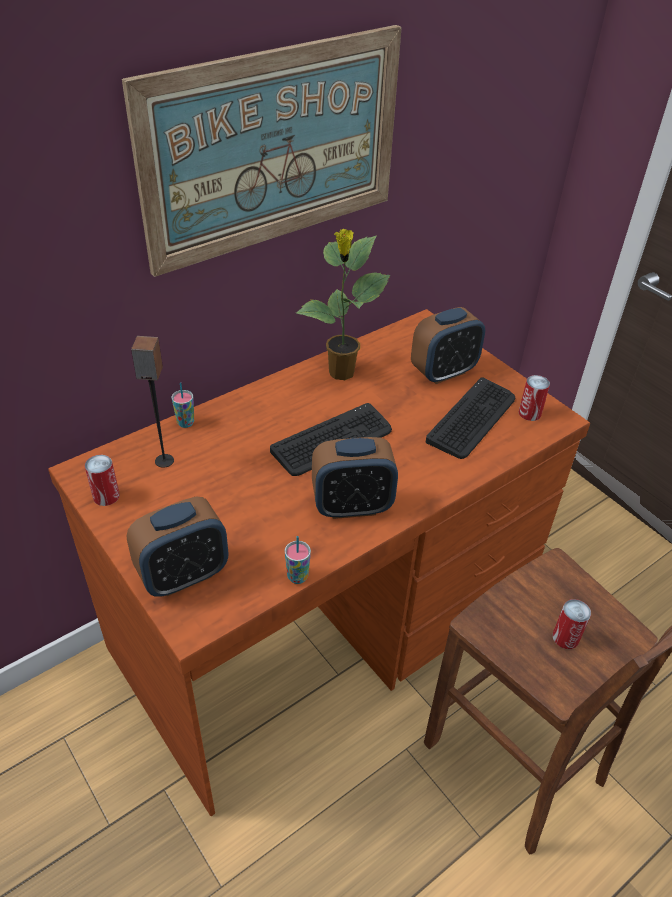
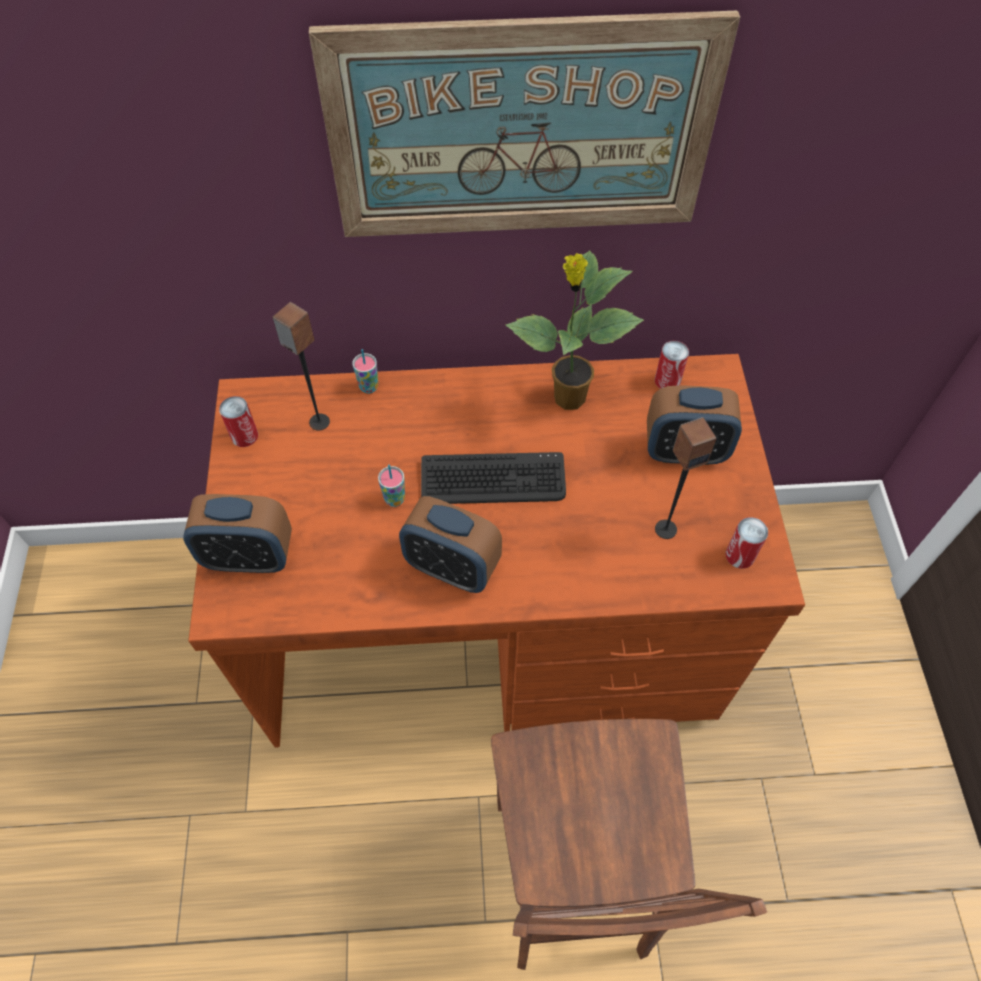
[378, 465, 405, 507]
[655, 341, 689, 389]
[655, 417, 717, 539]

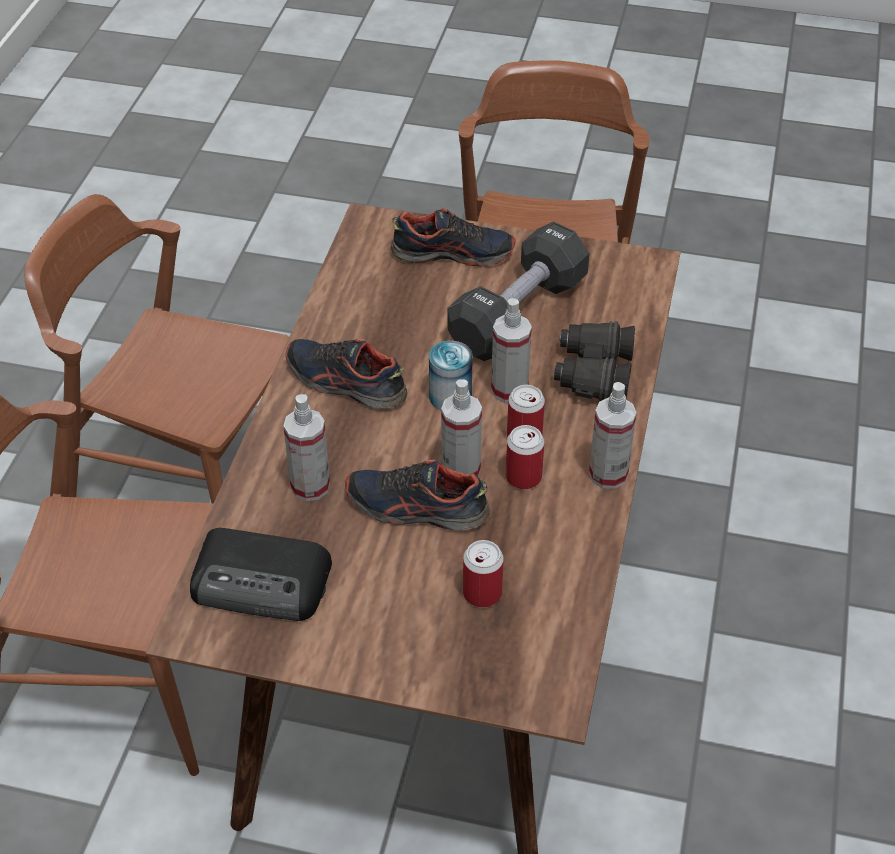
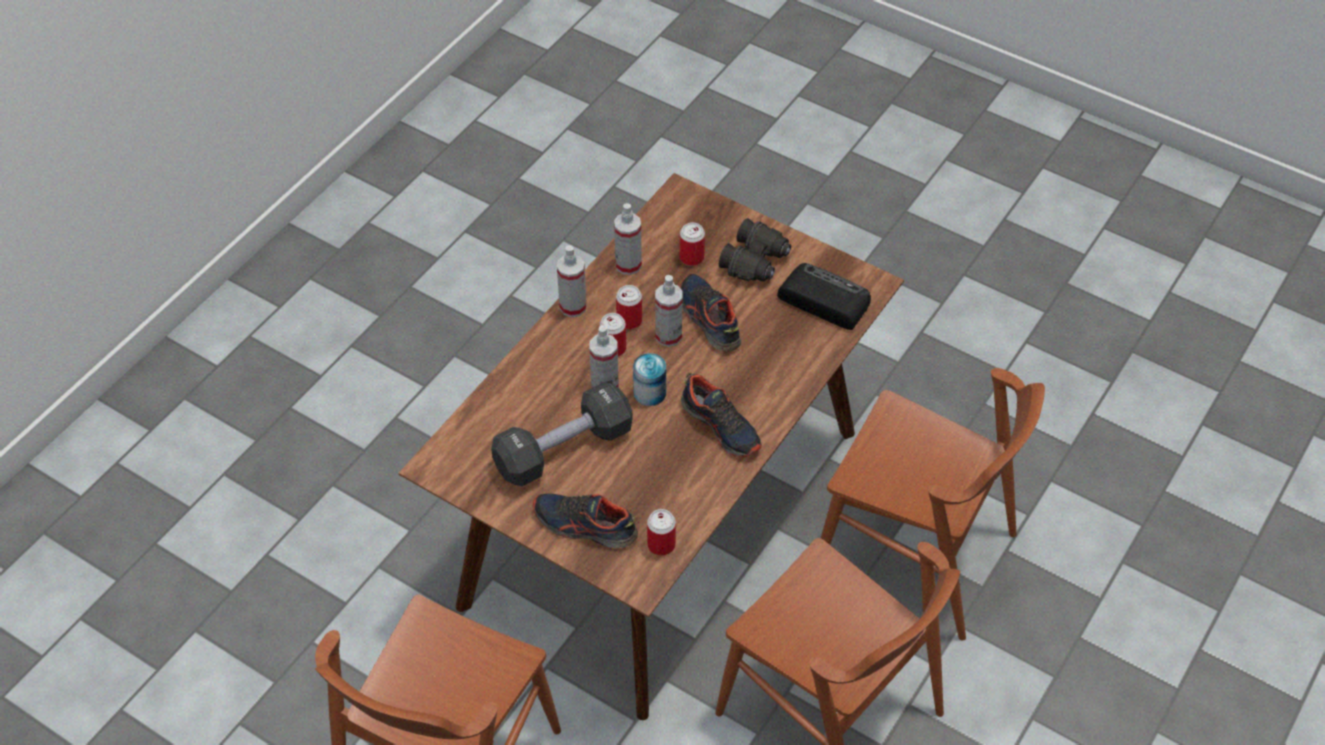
[614, 203, 642, 275]
[647, 509, 676, 556]
[680, 274, 741, 351]
[719, 218, 791, 282]

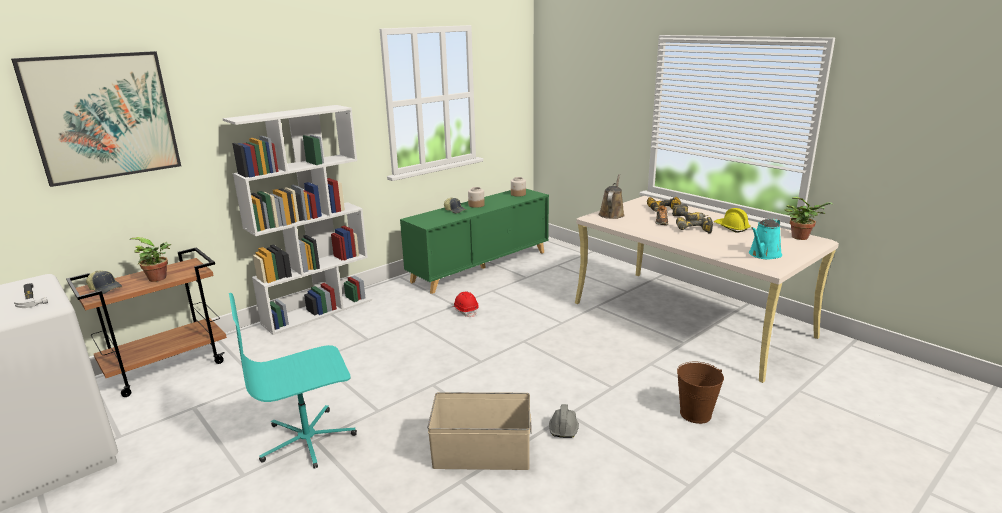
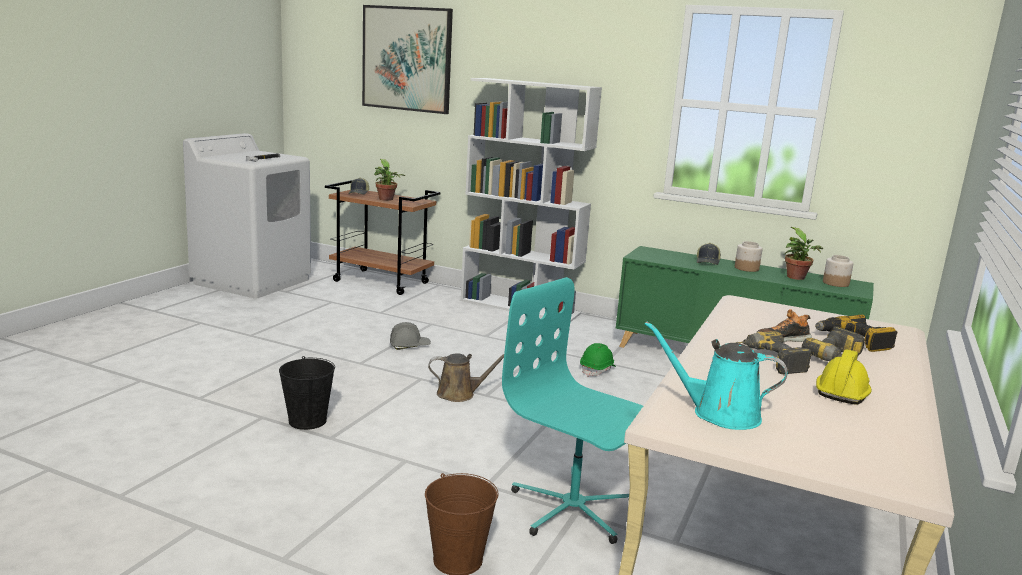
[279, 356, 335, 430]
[390, 322, 431, 350]
[428, 354, 504, 402]
[502, 277, 643, 544]
[580, 343, 616, 377]
[785, 227, 823, 280]

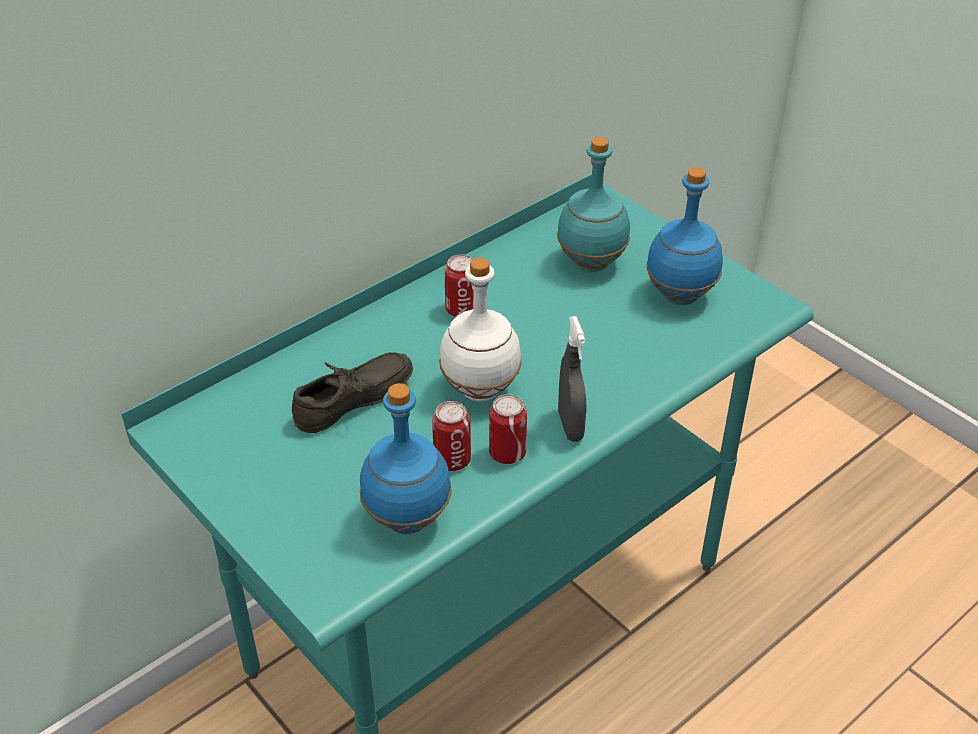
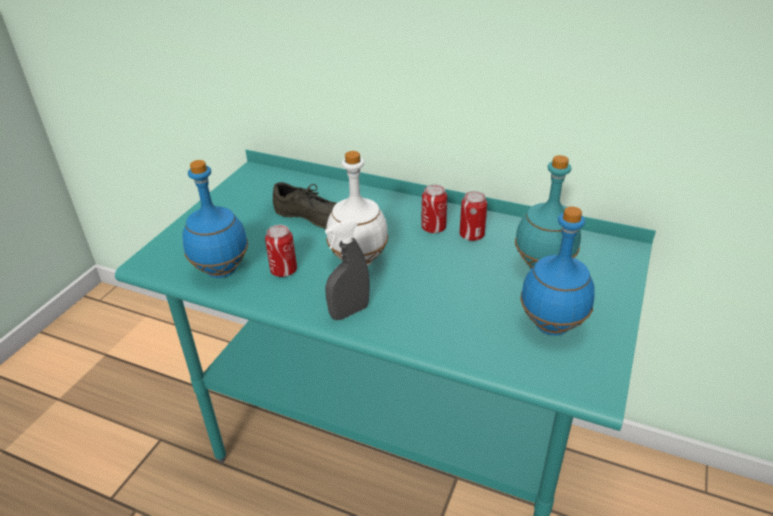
[460, 191, 487, 241]

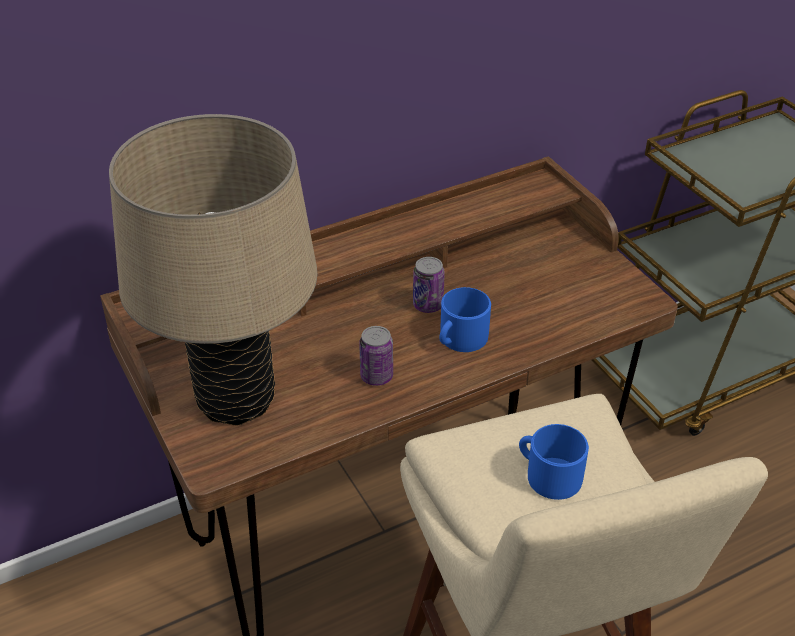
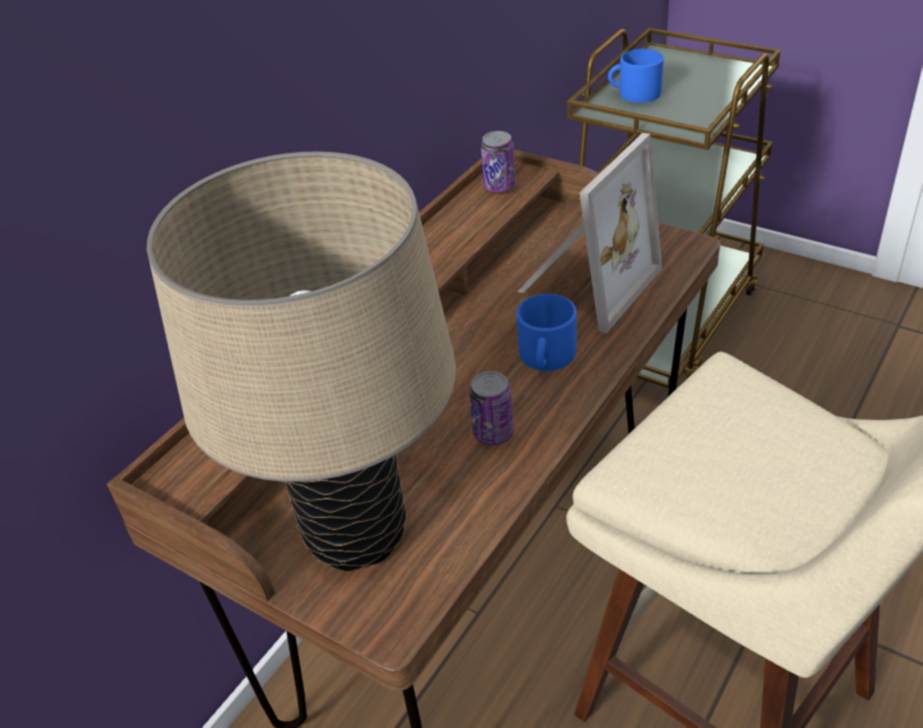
[481, 131, 516, 192]
[517, 133, 662, 334]
[608, 49, 664, 103]

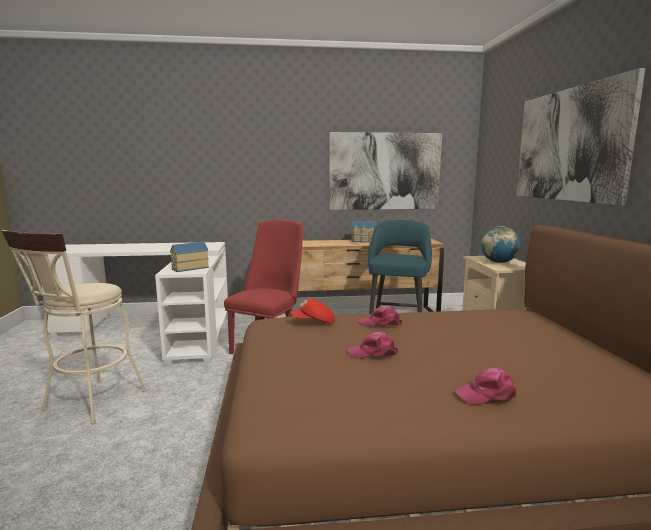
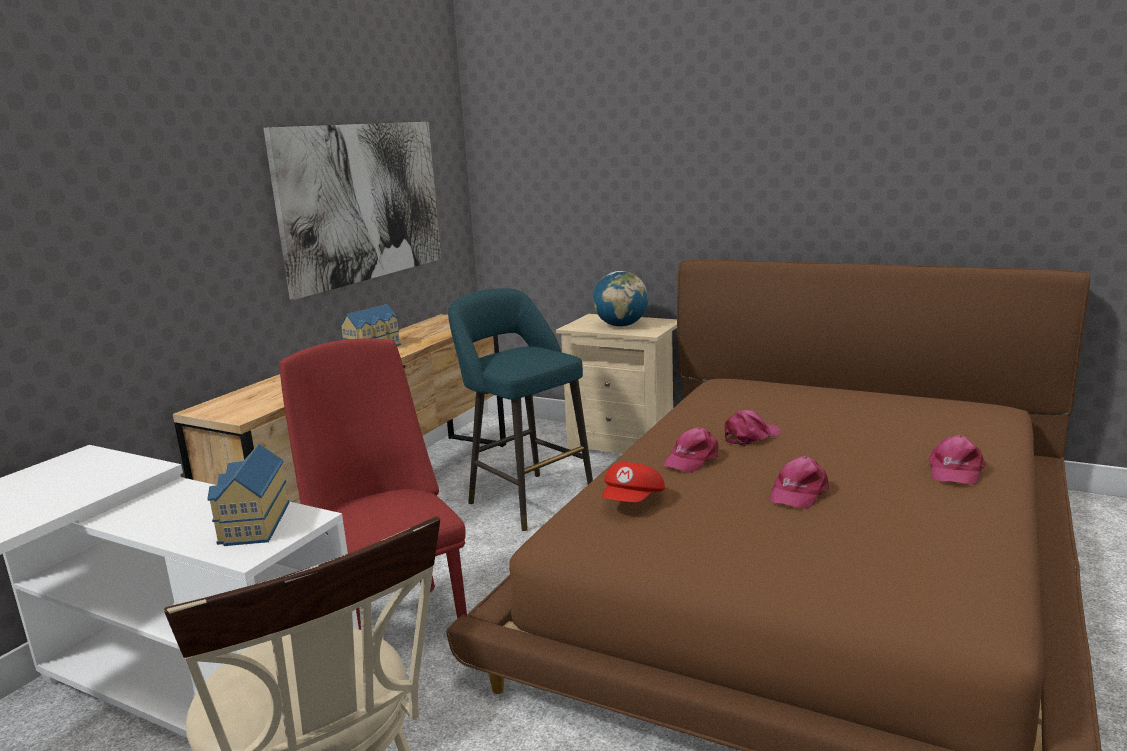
[724, 410, 781, 446]
[516, 68, 645, 205] (first image)

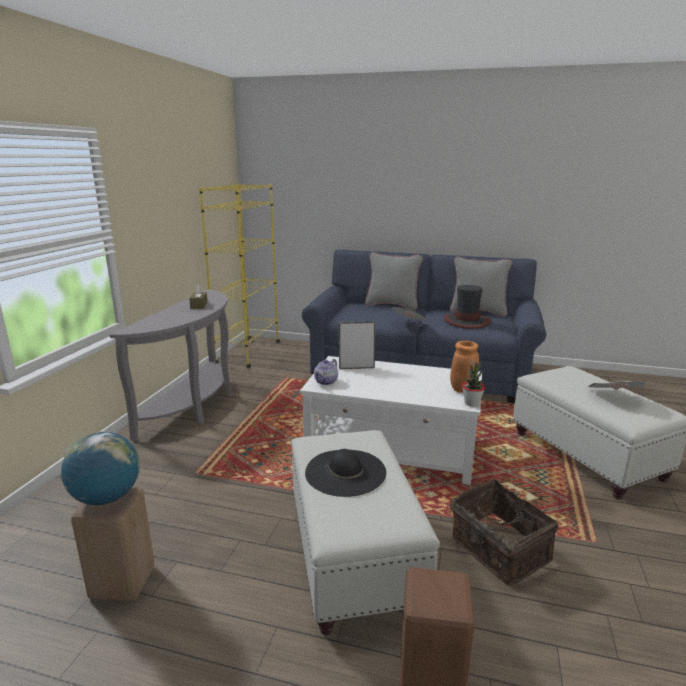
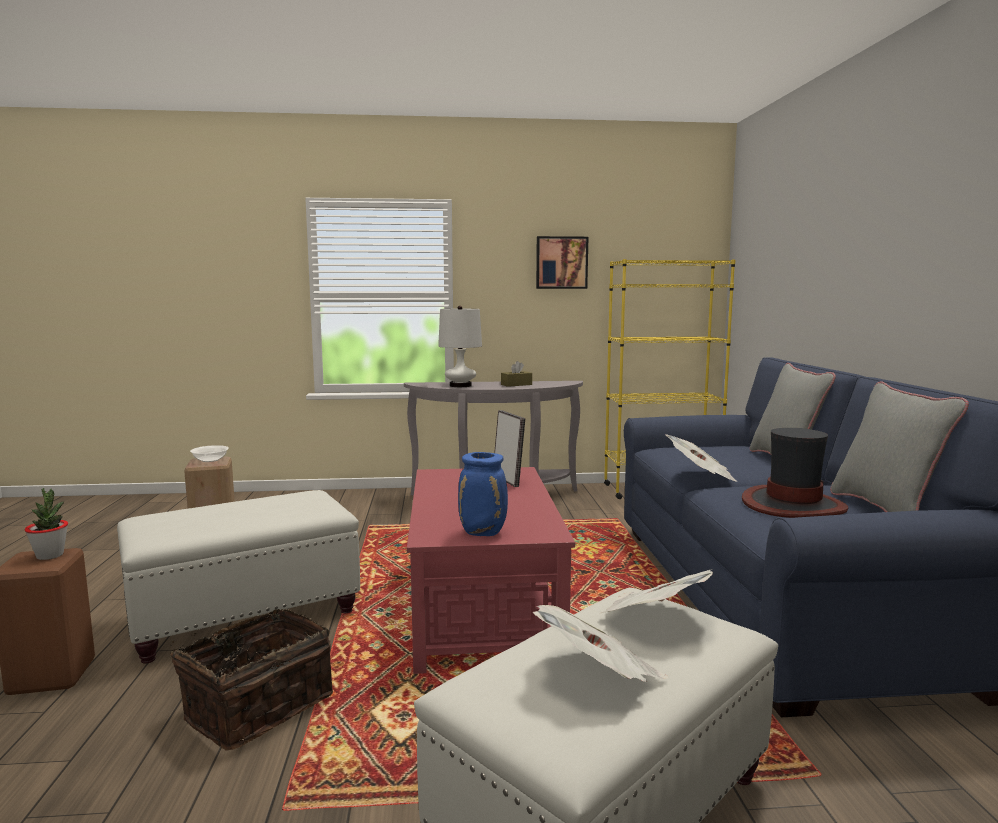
[24, 488, 68, 560]
[190, 445, 229, 462]
[407, 467, 575, 674]
[438, 306, 482, 387]
[458, 452, 508, 536]
[536, 236, 588, 289]
[599, 569, 713, 614]
[305, 449, 386, 497] (first image)
[314, 359, 338, 385] (first image)

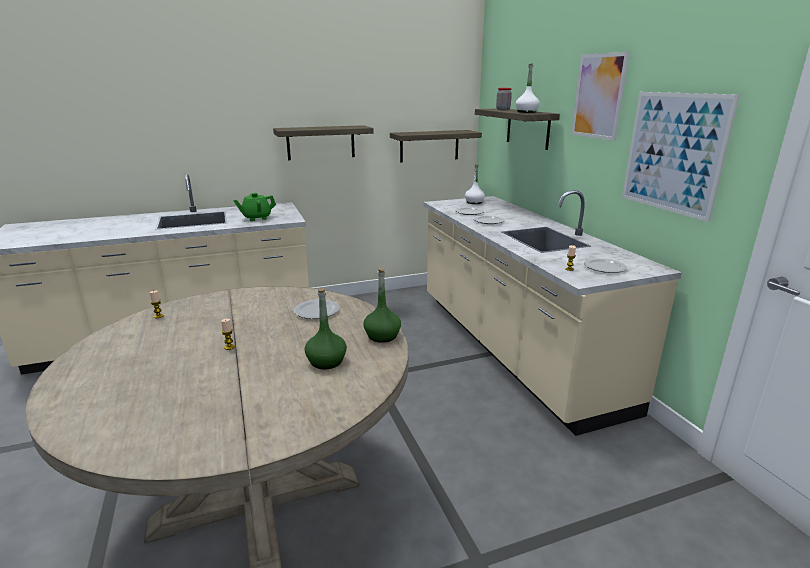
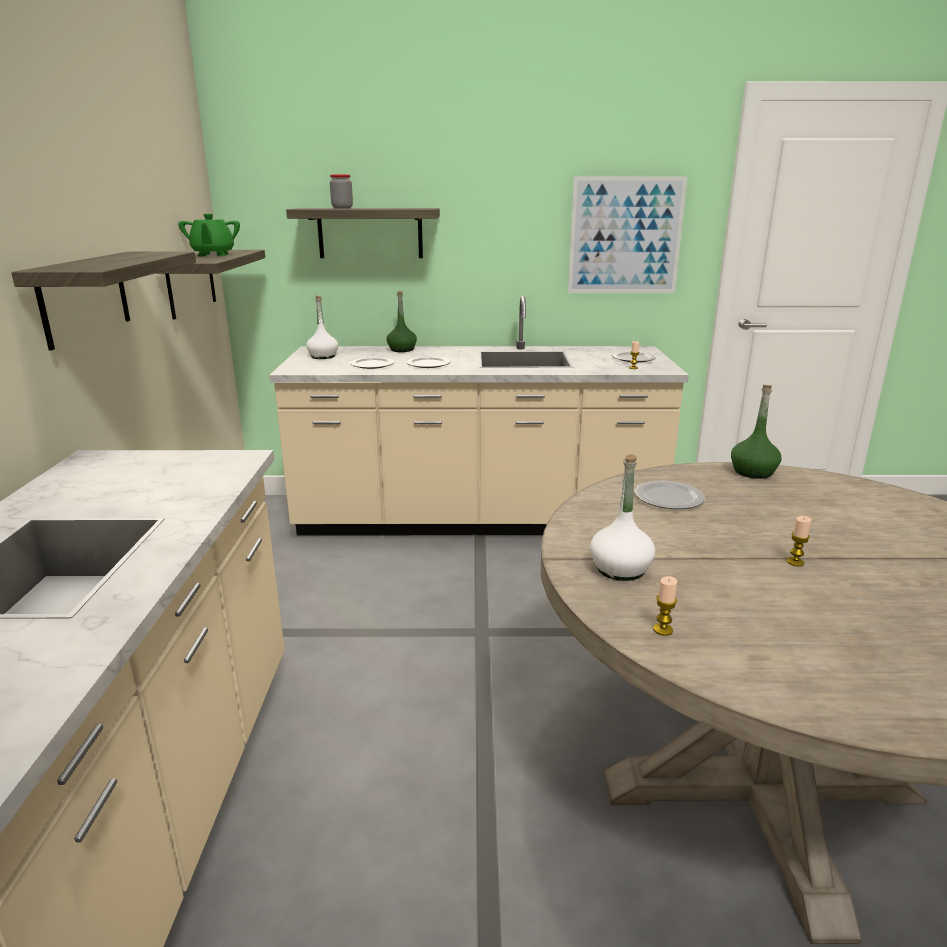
[178, 214, 240, 256]
[387, 291, 417, 352]
[590, 454, 655, 581]
[571, 52, 630, 141] (first image)

